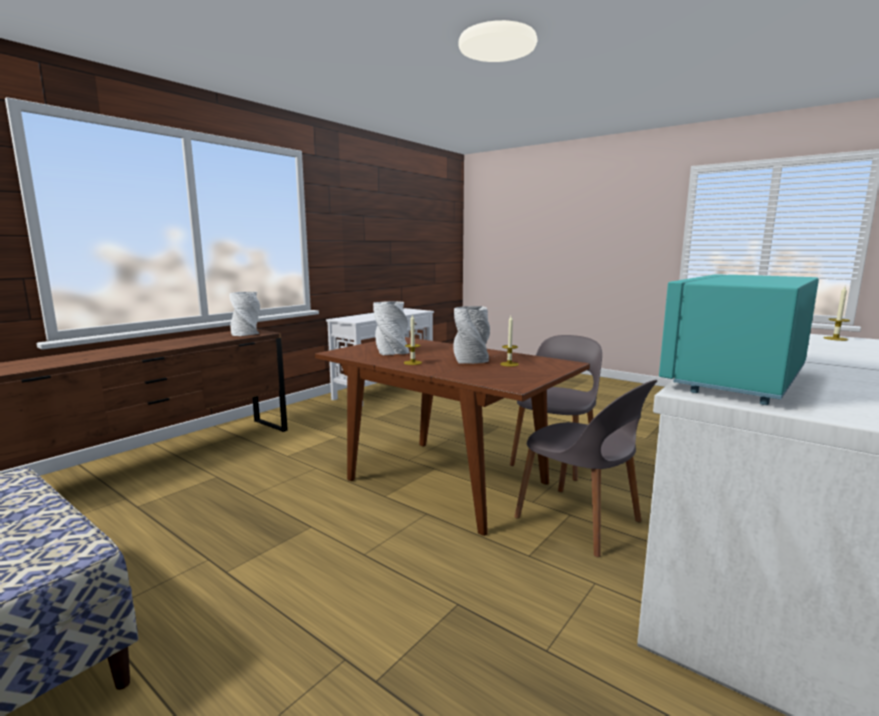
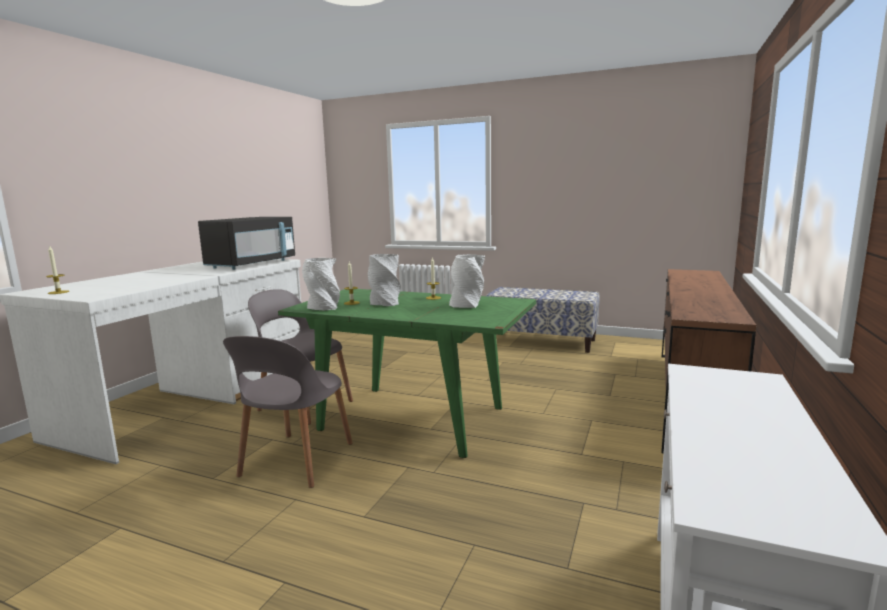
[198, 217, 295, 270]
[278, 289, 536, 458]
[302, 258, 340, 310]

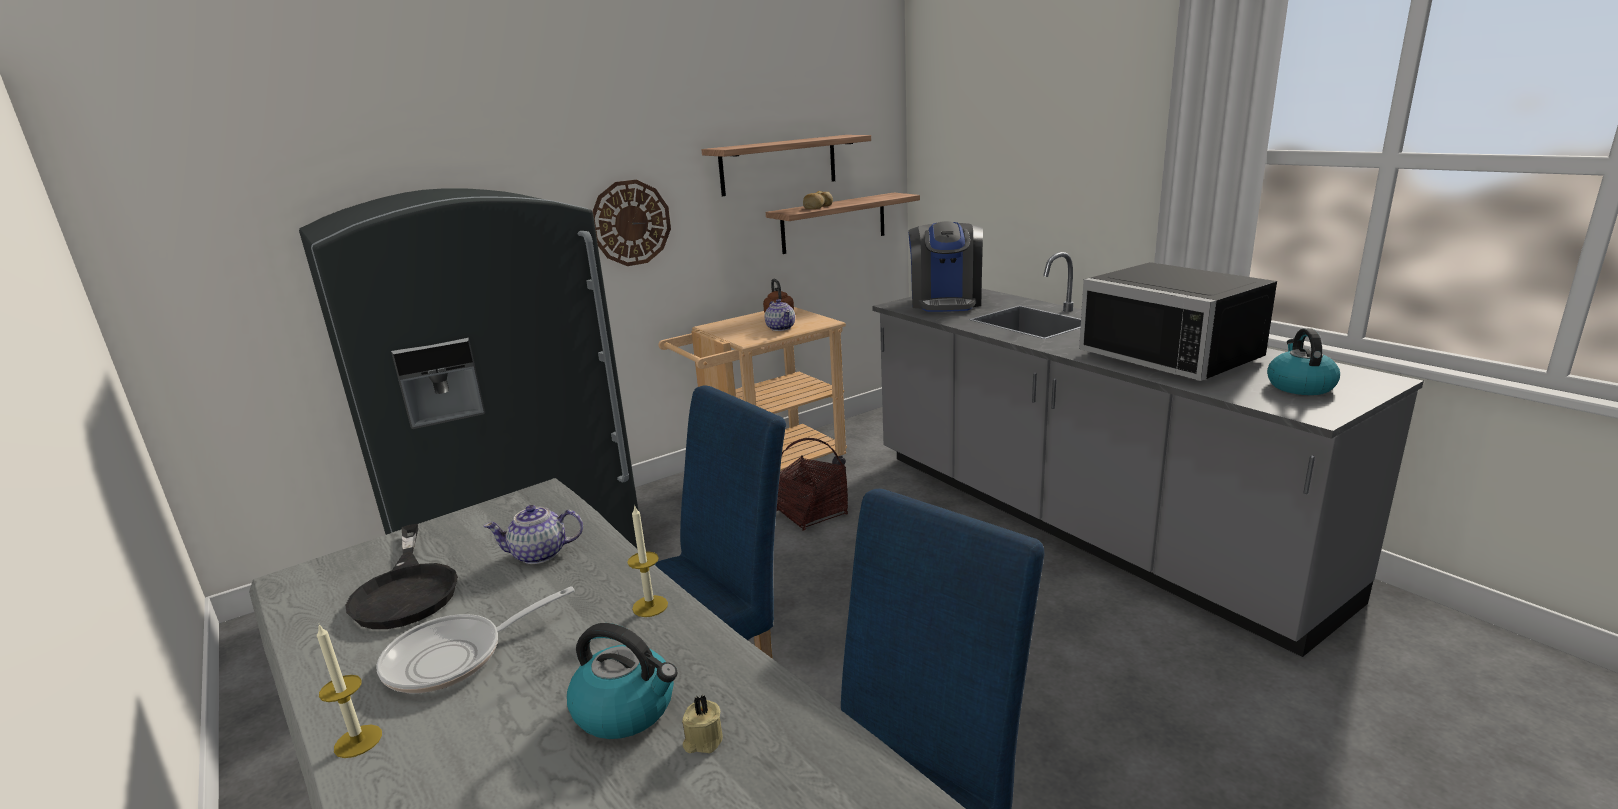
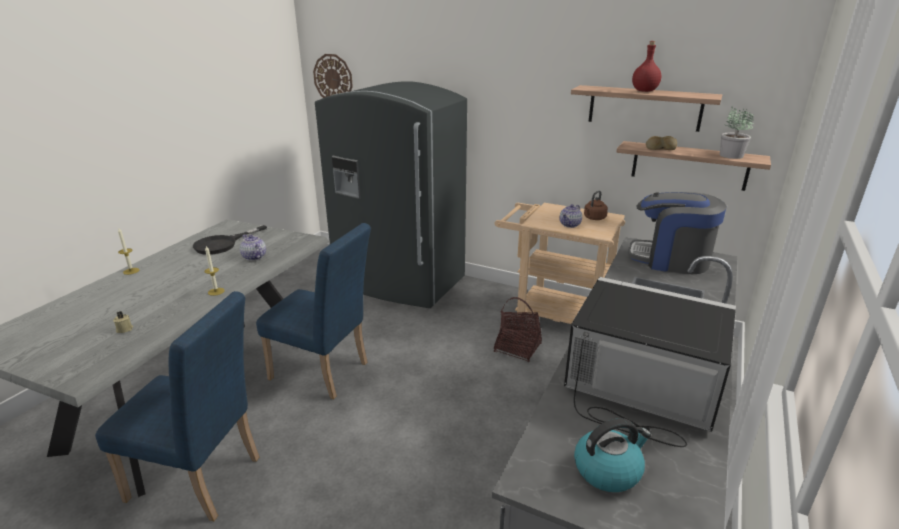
[313, 54, 353, 98]
[564, 277, 736, 447]
[628, 192, 727, 274]
[632, 41, 661, 92]
[720, 107, 754, 159]
[376, 586, 575, 693] (first image)
[567, 623, 677, 739] (first image)

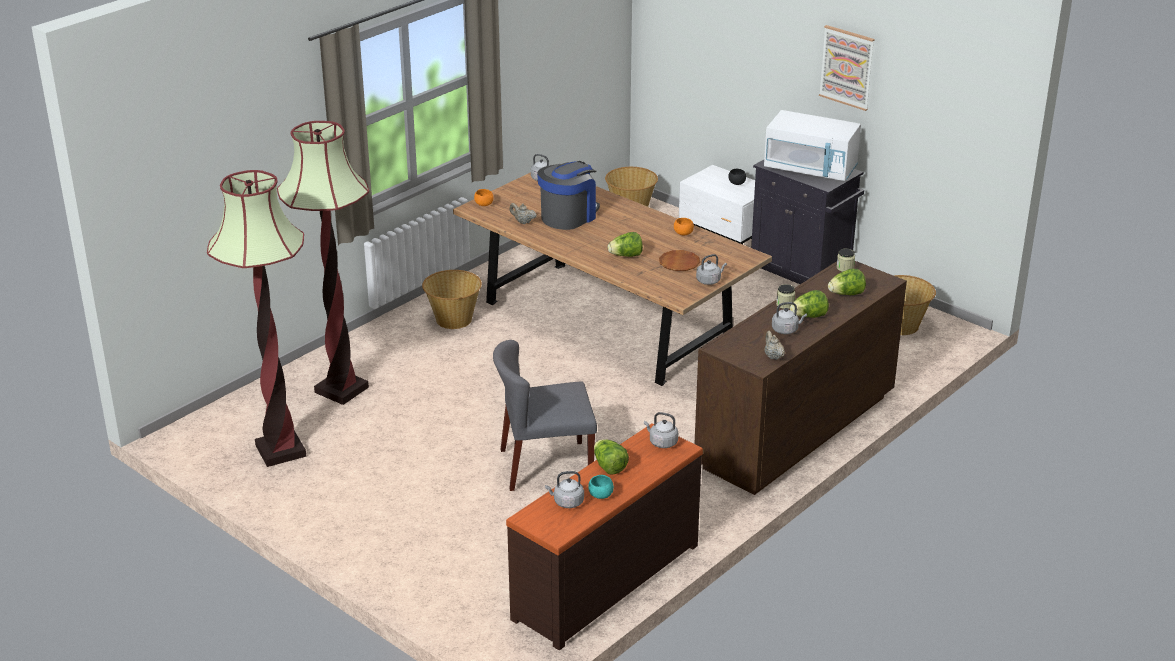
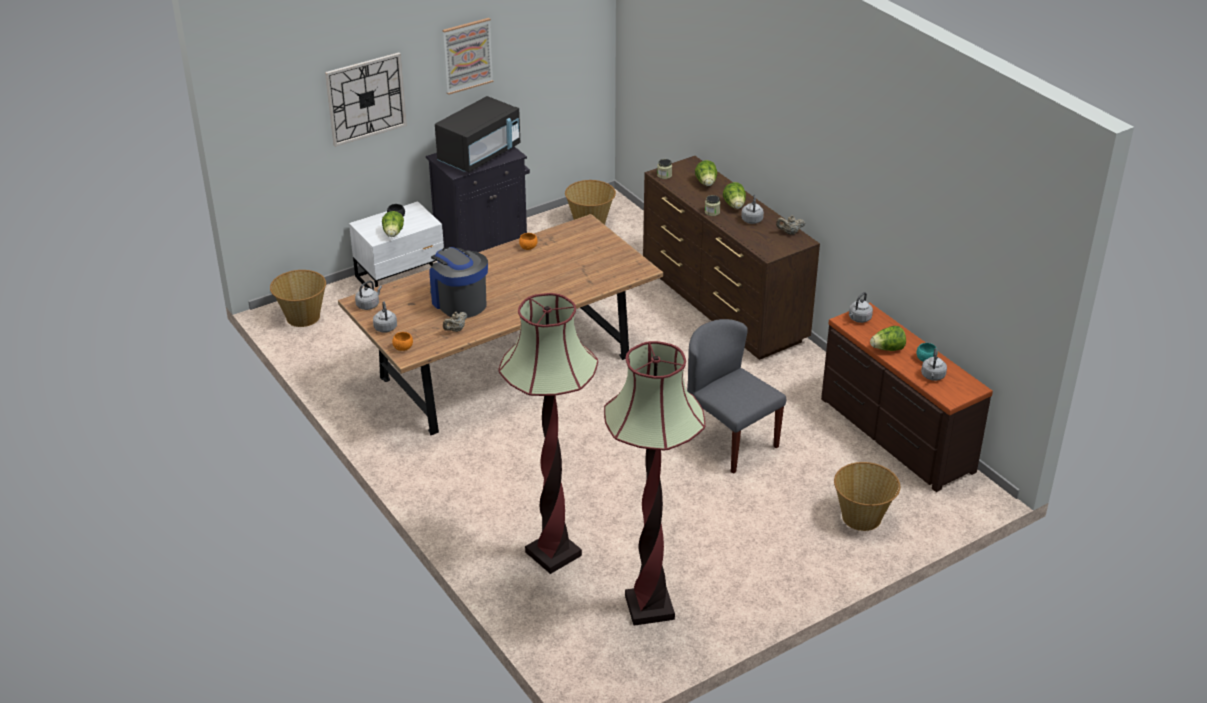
[325, 53, 407, 147]
[373, 301, 397, 333]
[382, 211, 404, 237]
[435, 96, 520, 172]
[687, 319, 786, 474]
[834, 462, 900, 531]
[659, 250, 700, 271] (first image)

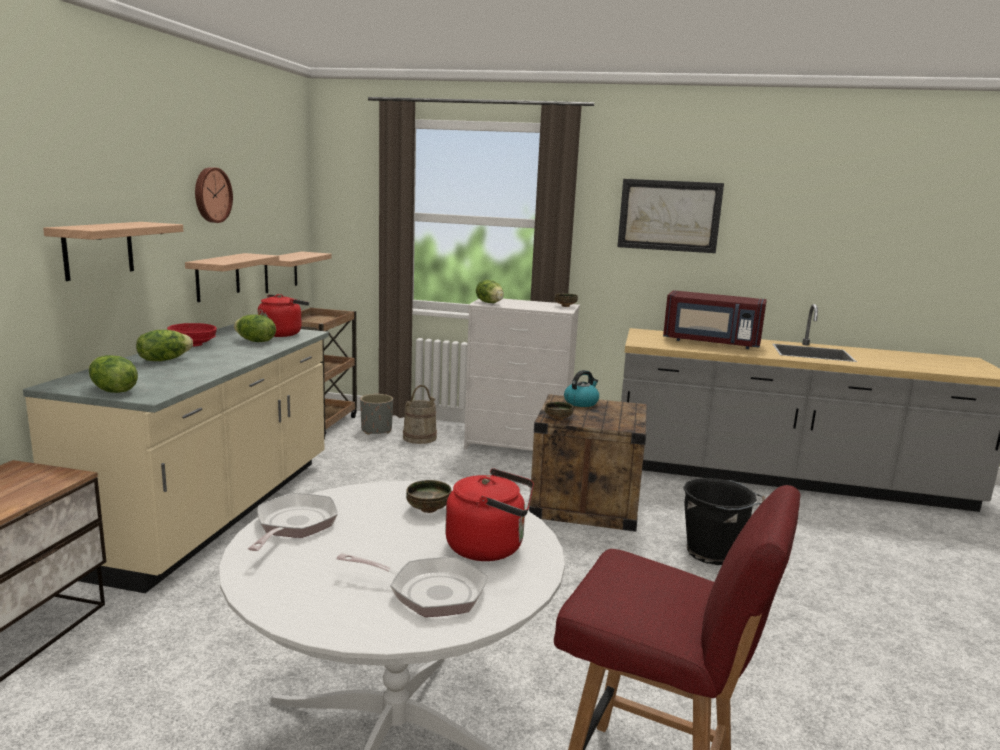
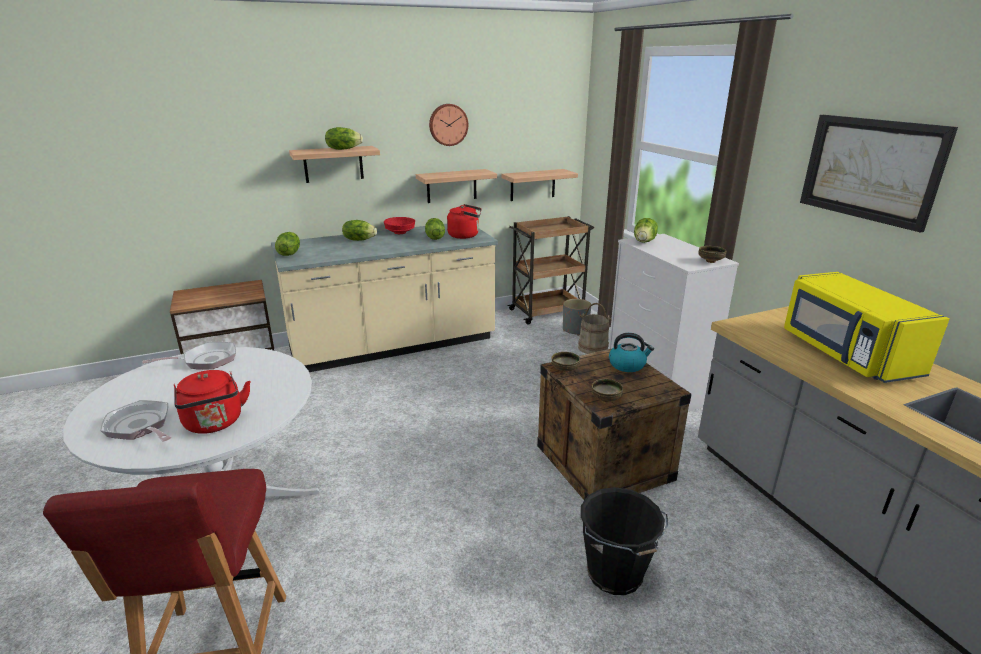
[100, 400, 171, 442]
[325, 127, 363, 150]
[591, 379, 623, 402]
[784, 272, 950, 383]

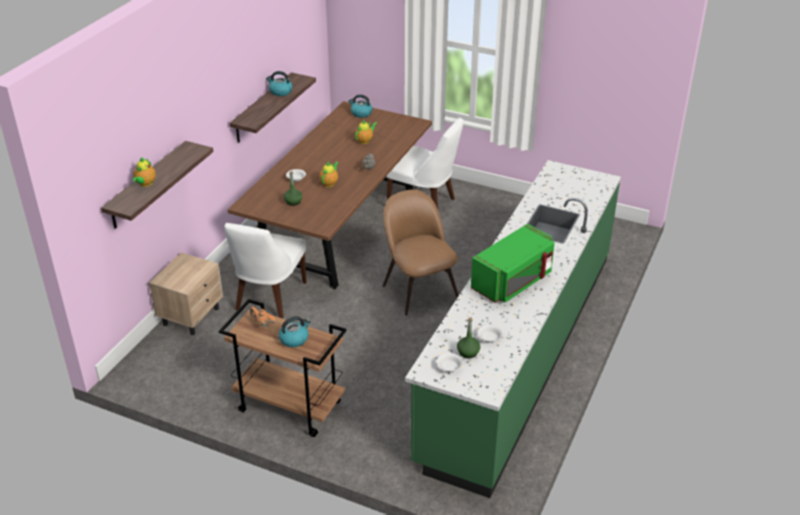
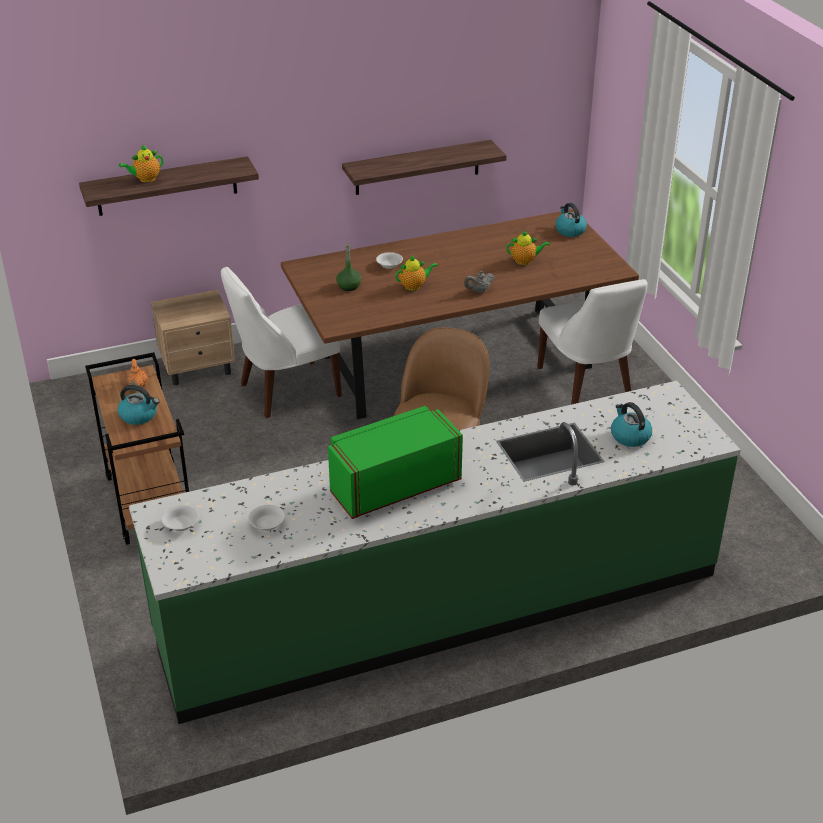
[328, 406, 463, 519]
[611, 402, 652, 447]
[457, 317, 481, 359] (first image)

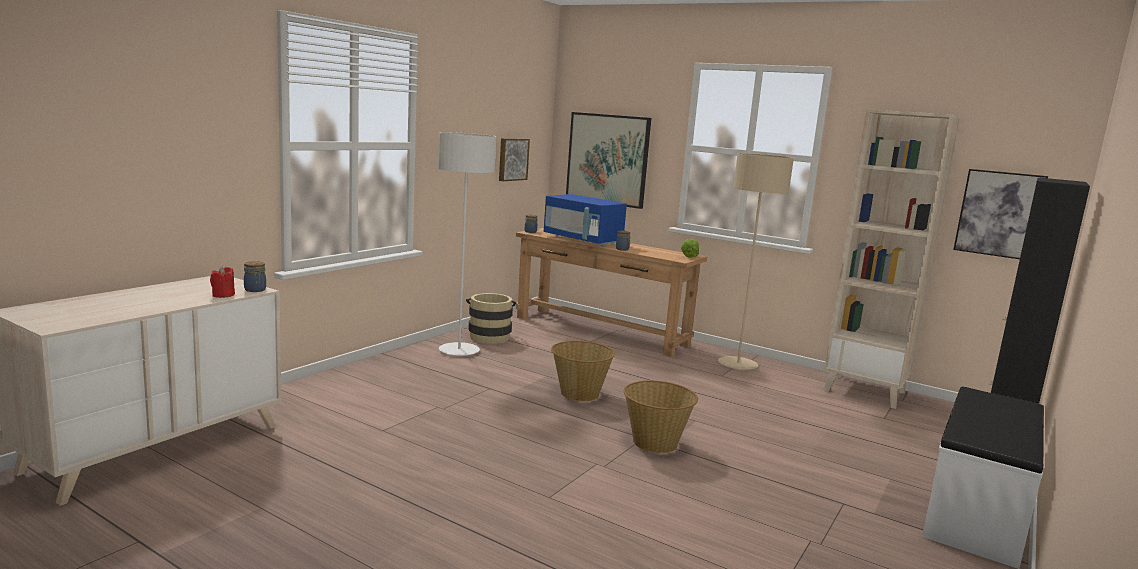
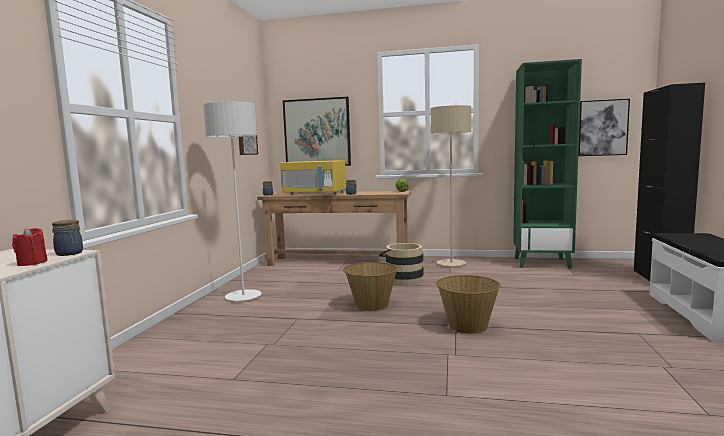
[280, 160, 346, 195]
[379, 243, 424, 286]
[513, 59, 582, 269]

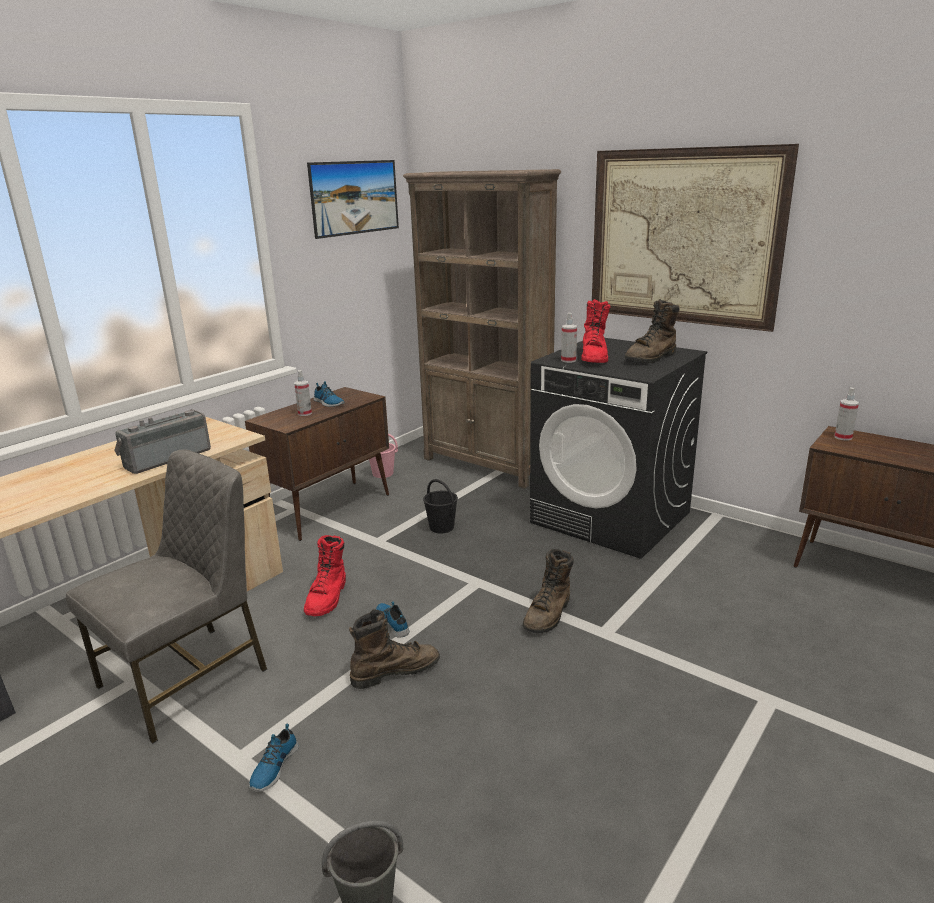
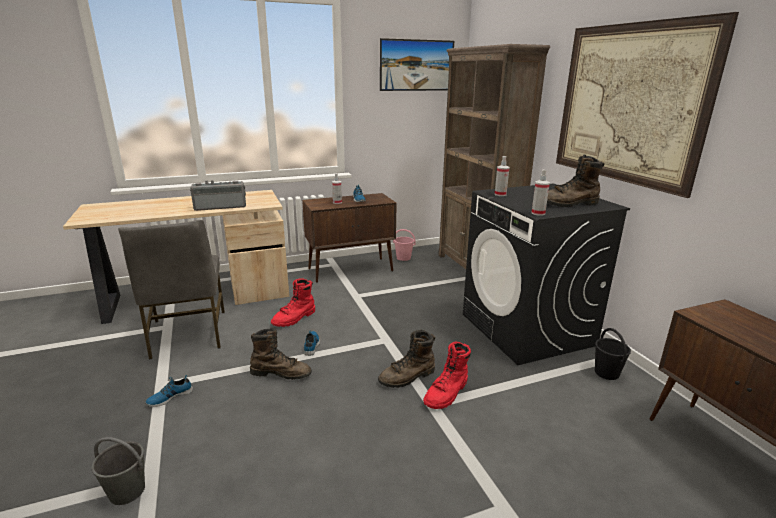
[118, 220, 225, 360]
[423, 342, 471, 409]
[531, 170, 550, 216]
[595, 328, 631, 380]

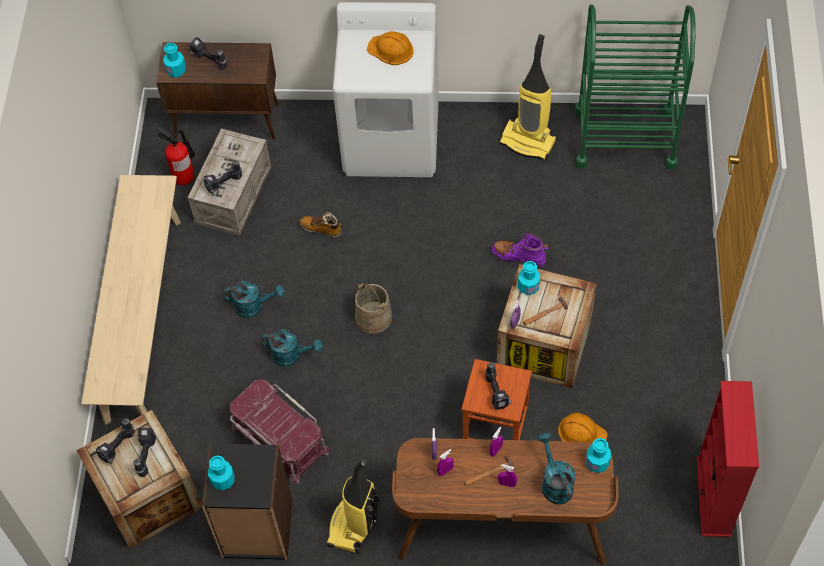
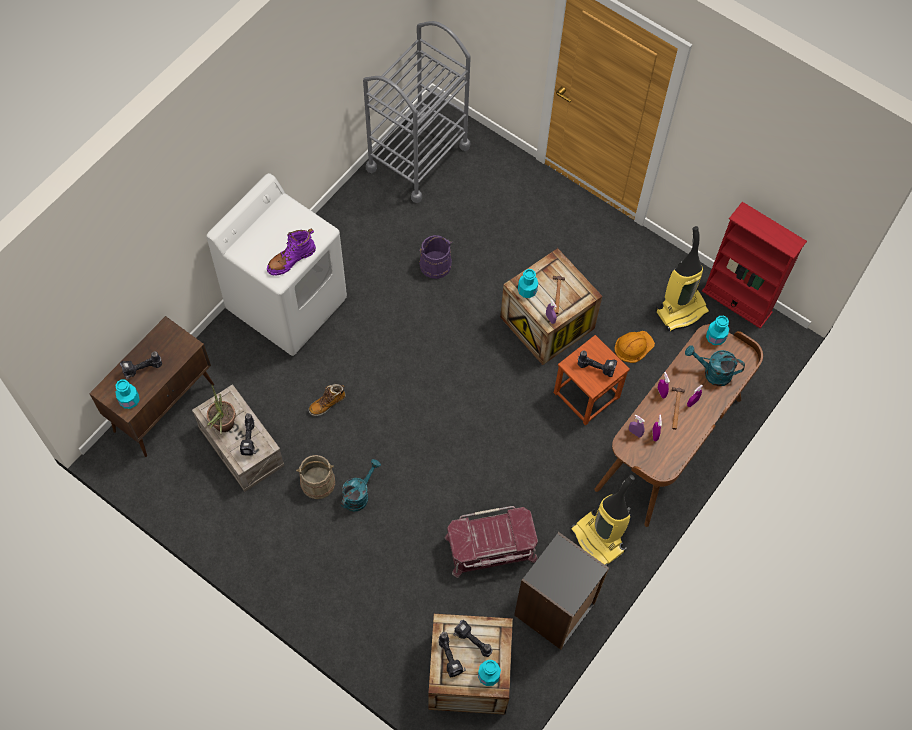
[207, 384, 236, 434]
[267, 229, 316, 275]
[296, 455, 335, 499]
[363, 21, 471, 203]
[419, 235, 452, 279]
[478, 660, 501, 686]
[655, 226, 710, 331]
[81, 175, 181, 424] (first image)
[156, 126, 195, 185] (first image)
[261, 329, 323, 367] (first image)
[367, 31, 414, 65] (first image)

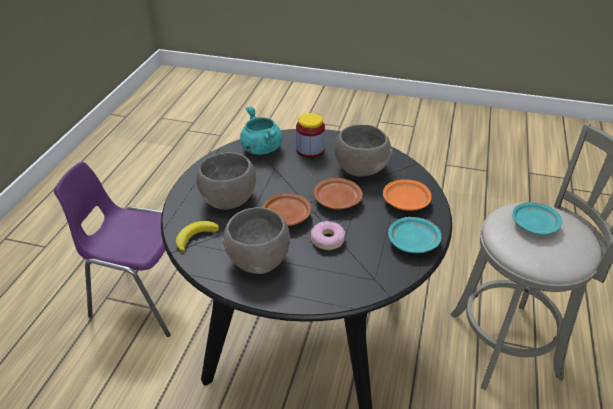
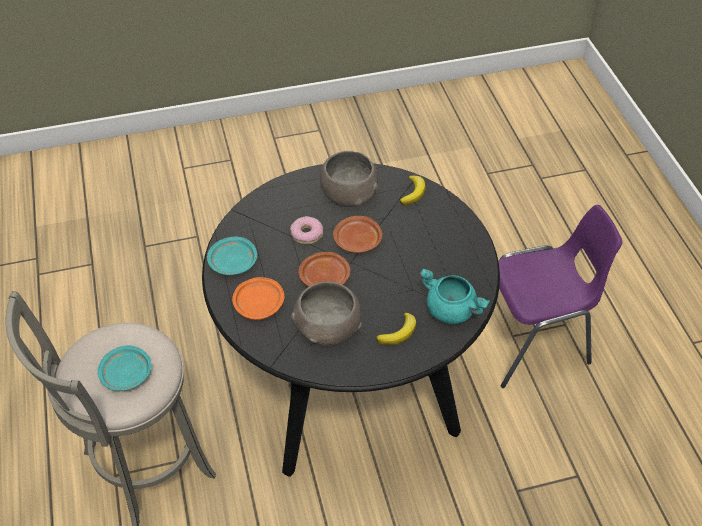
[376, 313, 416, 345]
[196, 152, 256, 210] (first image)

